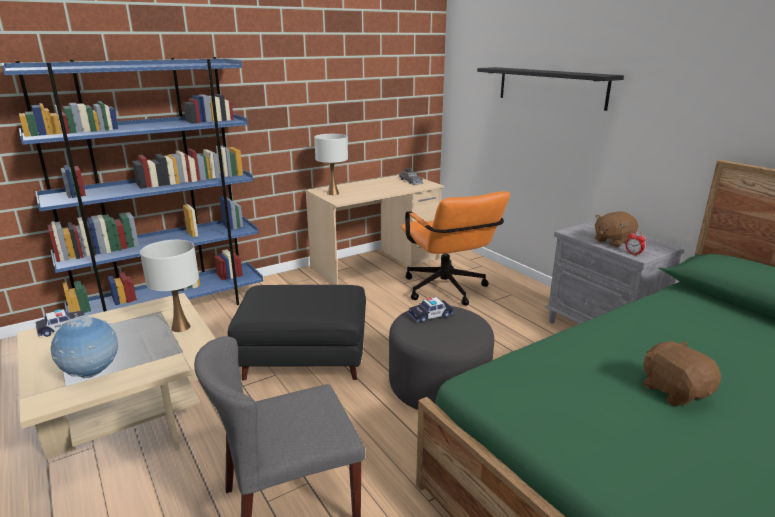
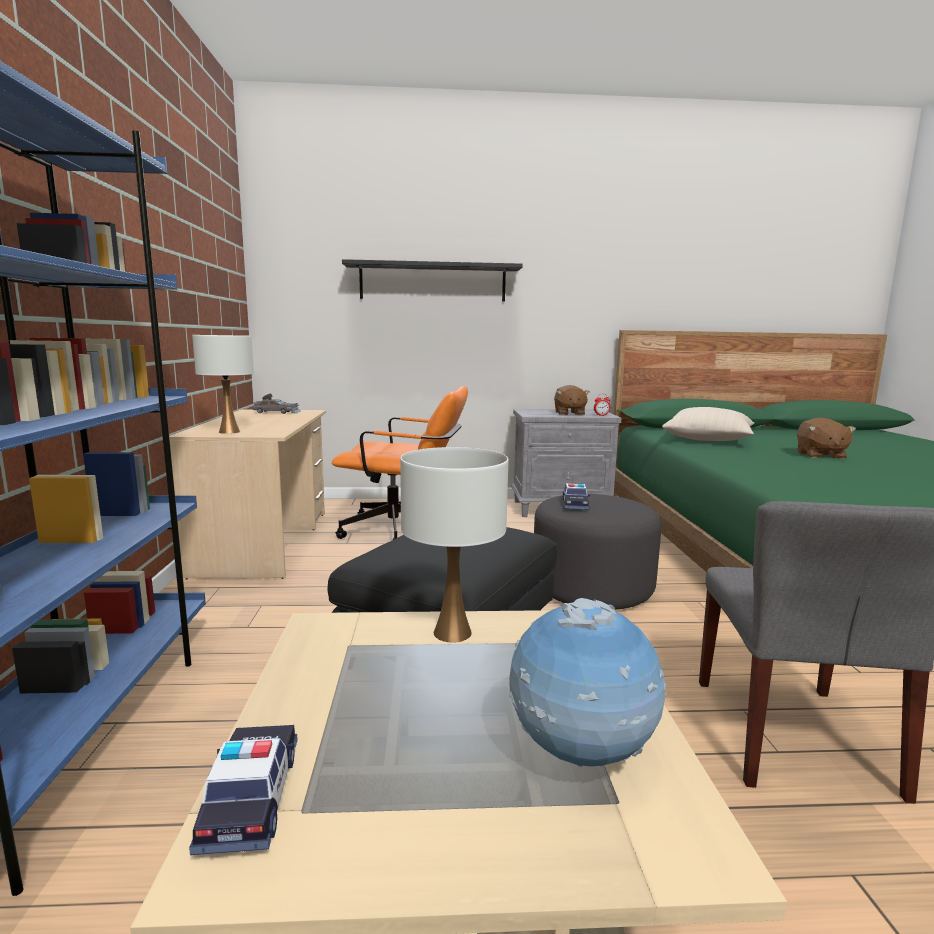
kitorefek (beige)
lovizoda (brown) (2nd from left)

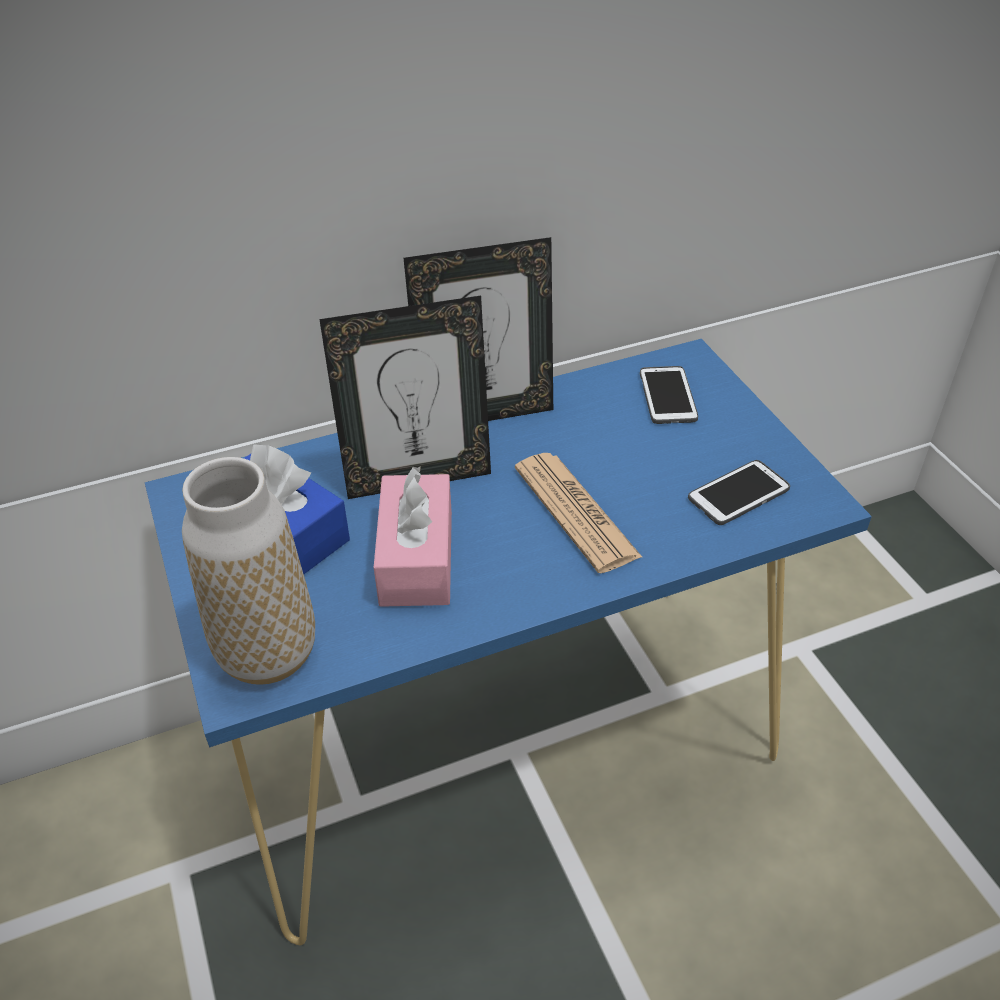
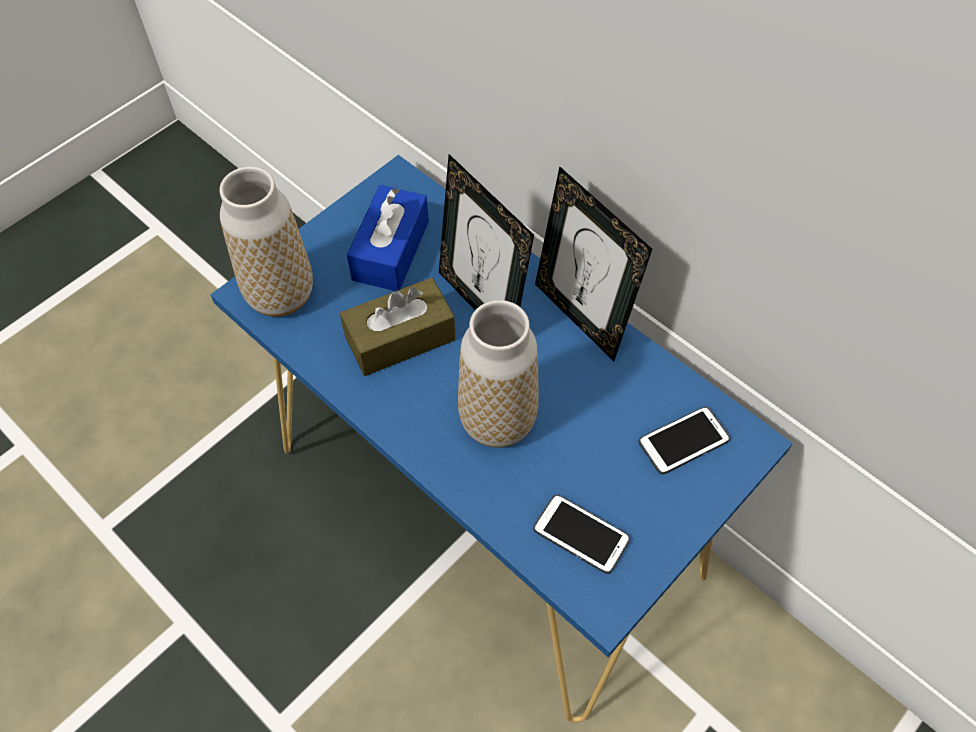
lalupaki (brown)
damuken (2nd from left)

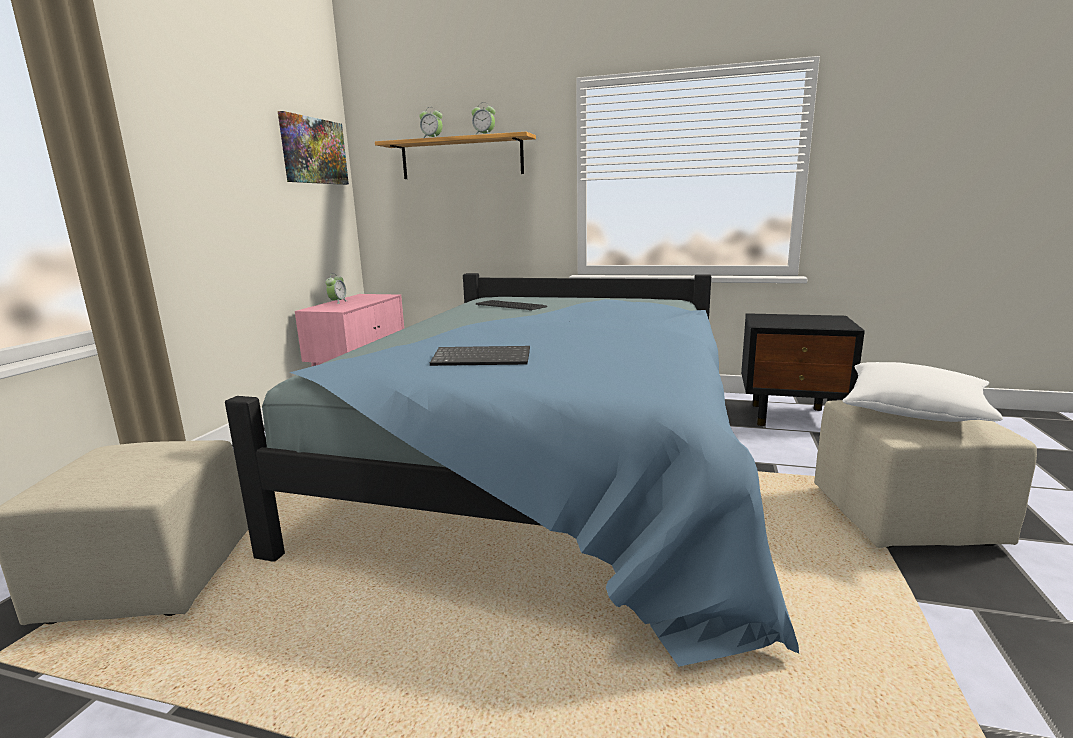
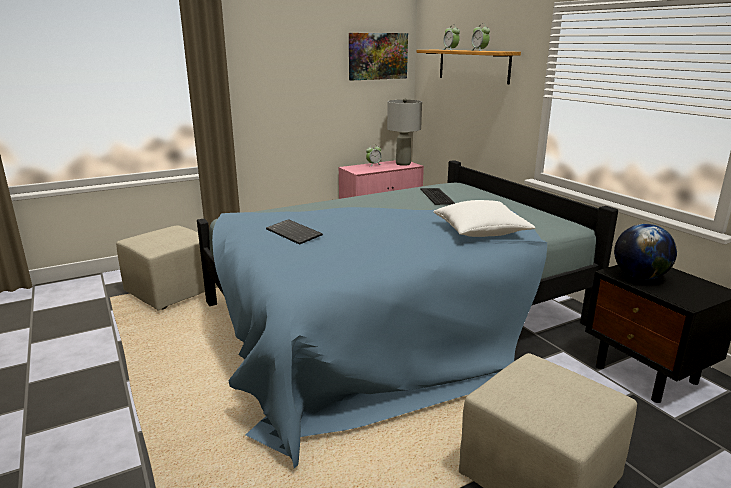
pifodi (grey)
kitorefek (white)
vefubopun

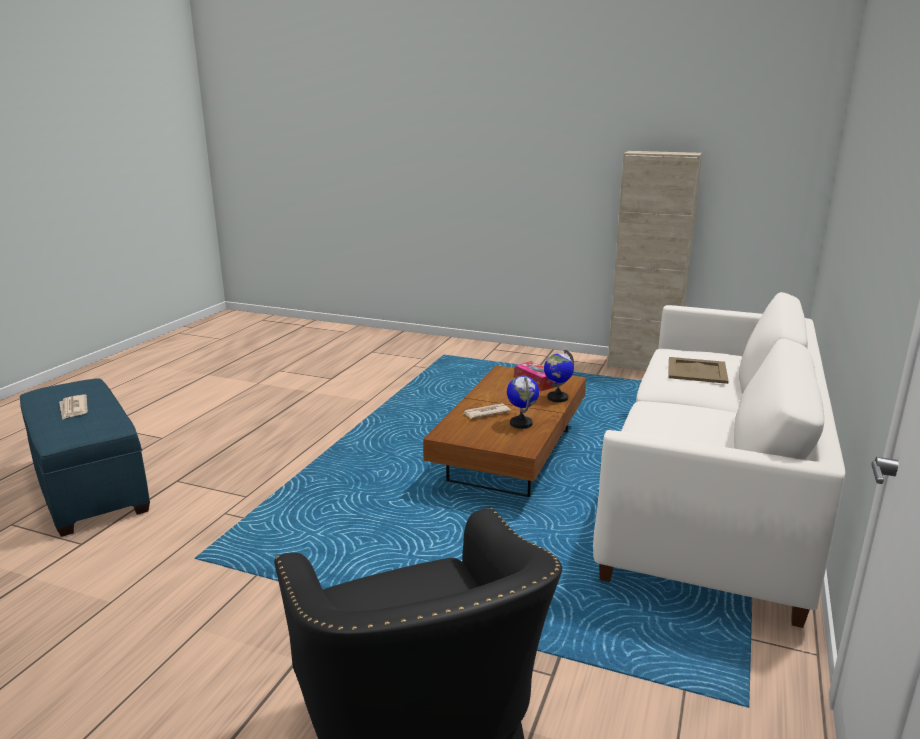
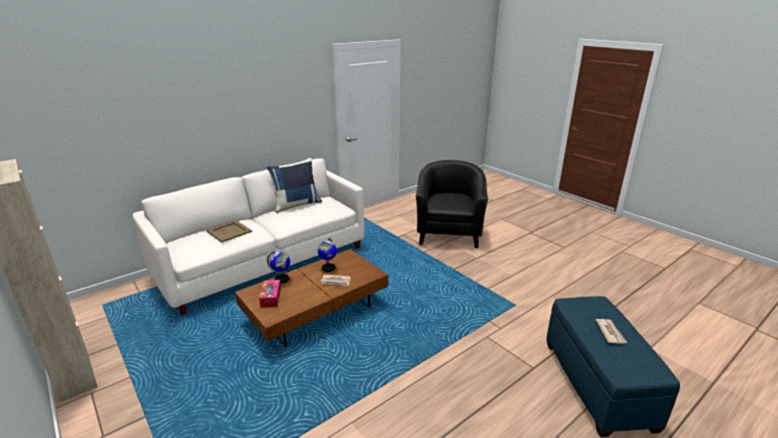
kitorefek (blue)

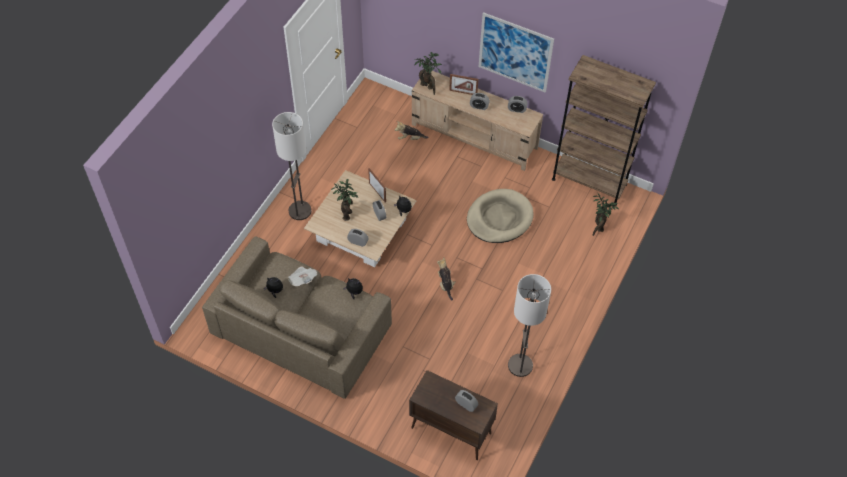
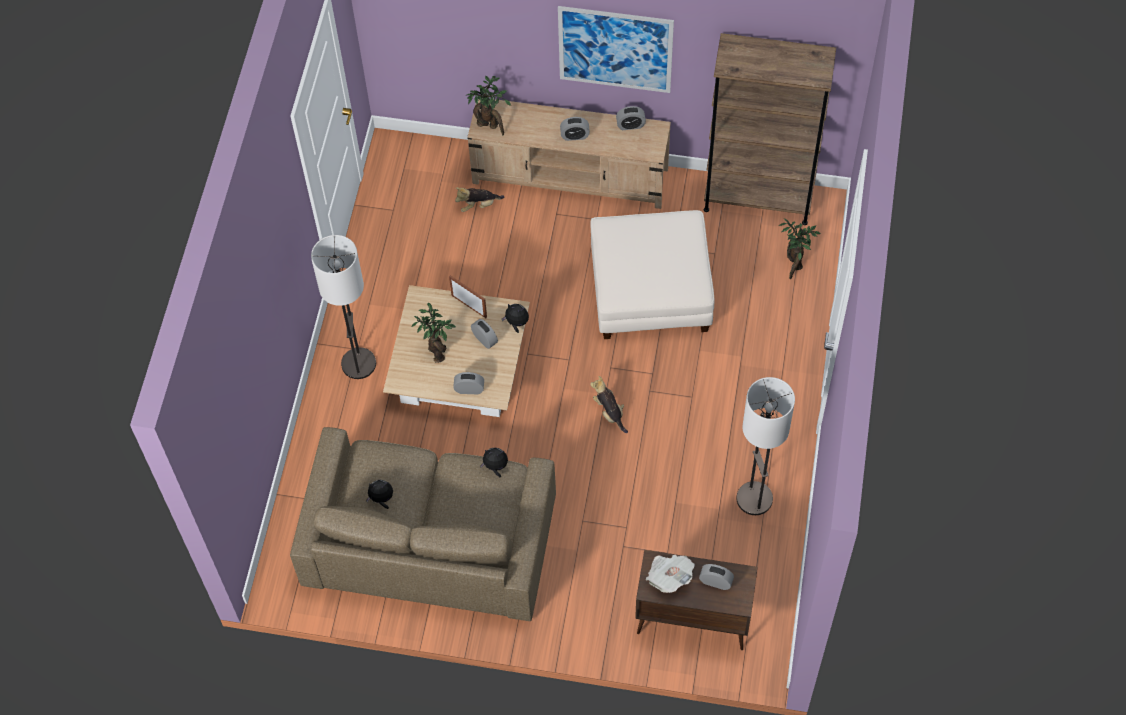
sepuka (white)
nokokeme
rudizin (2nd from left in the first image)

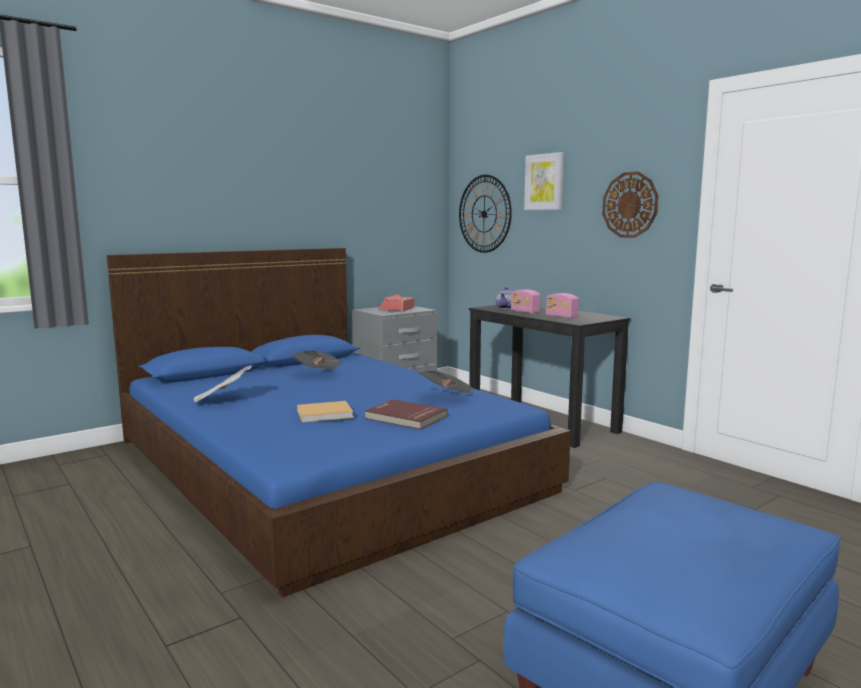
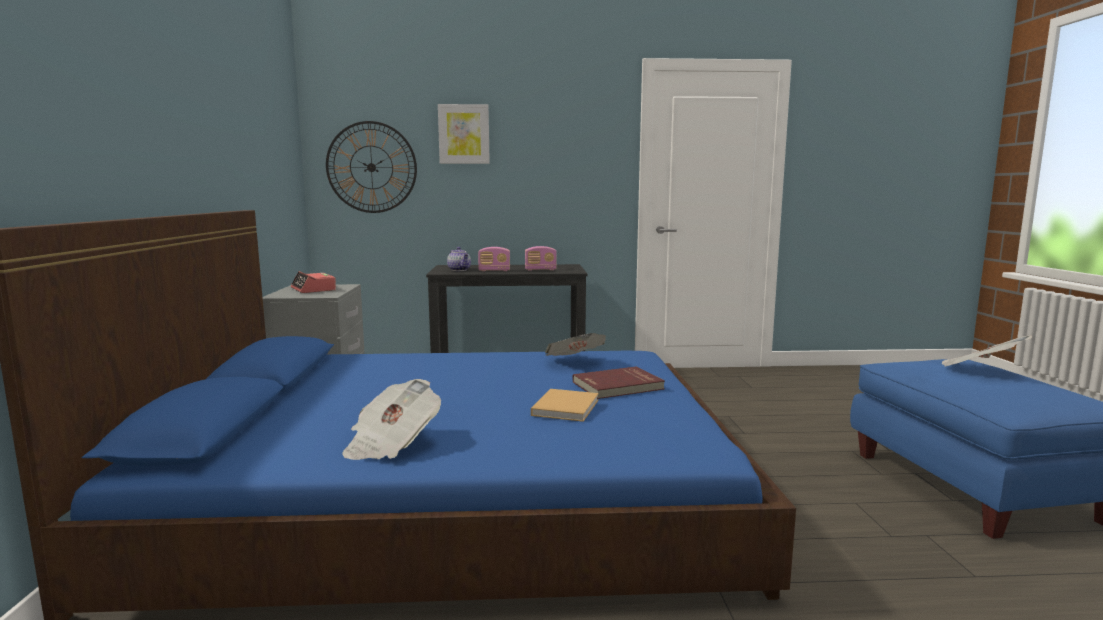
nokokeme (3rd from left)
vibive (2nd from left in the first image)

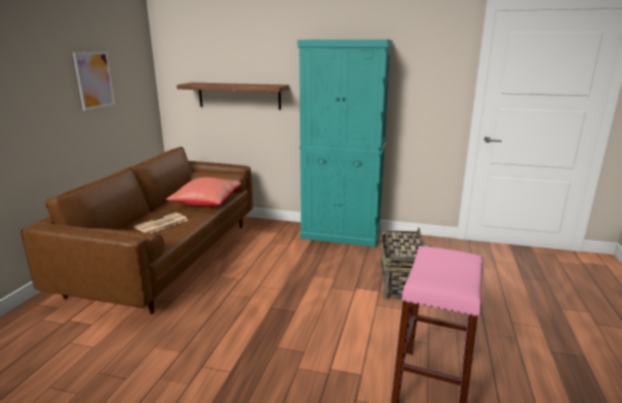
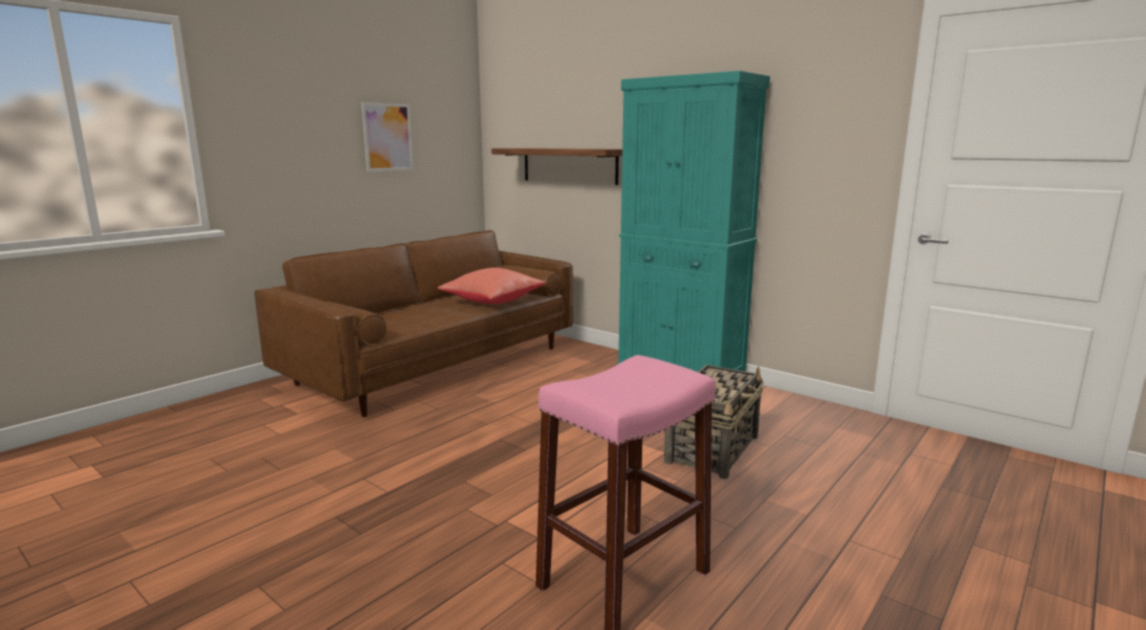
nokokeme

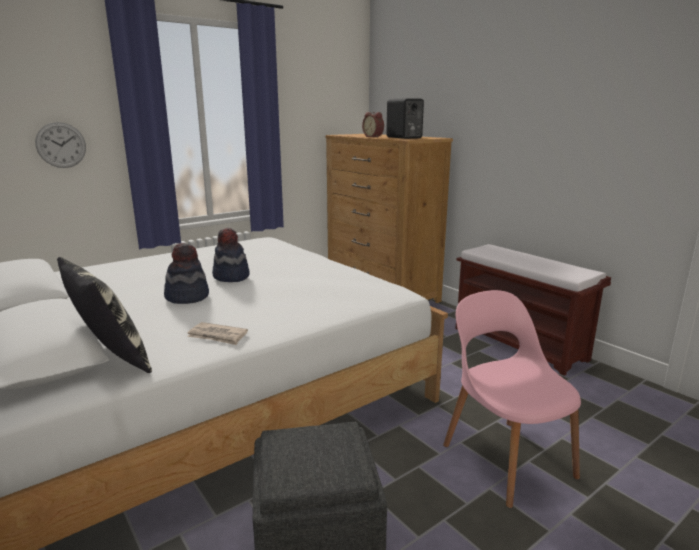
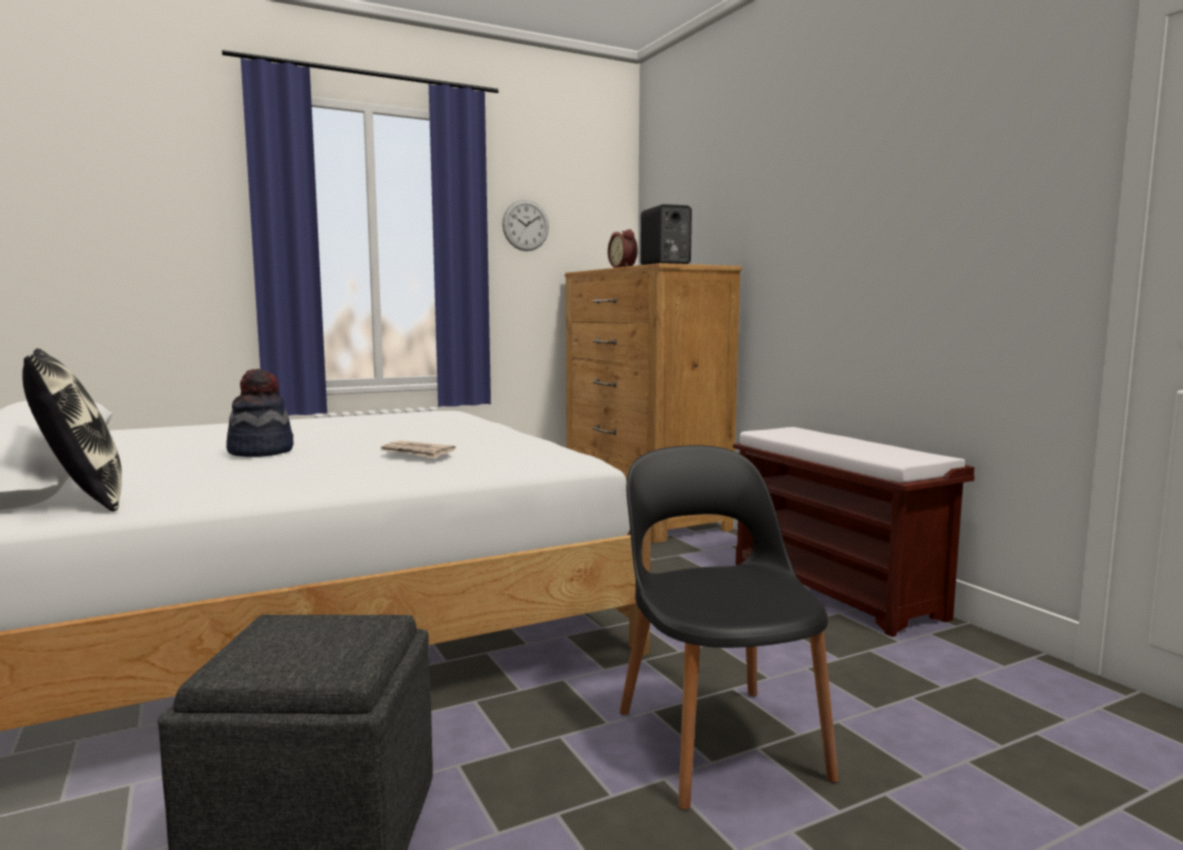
nokokeme
vibive
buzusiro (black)
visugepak (2nd from left in the first image)

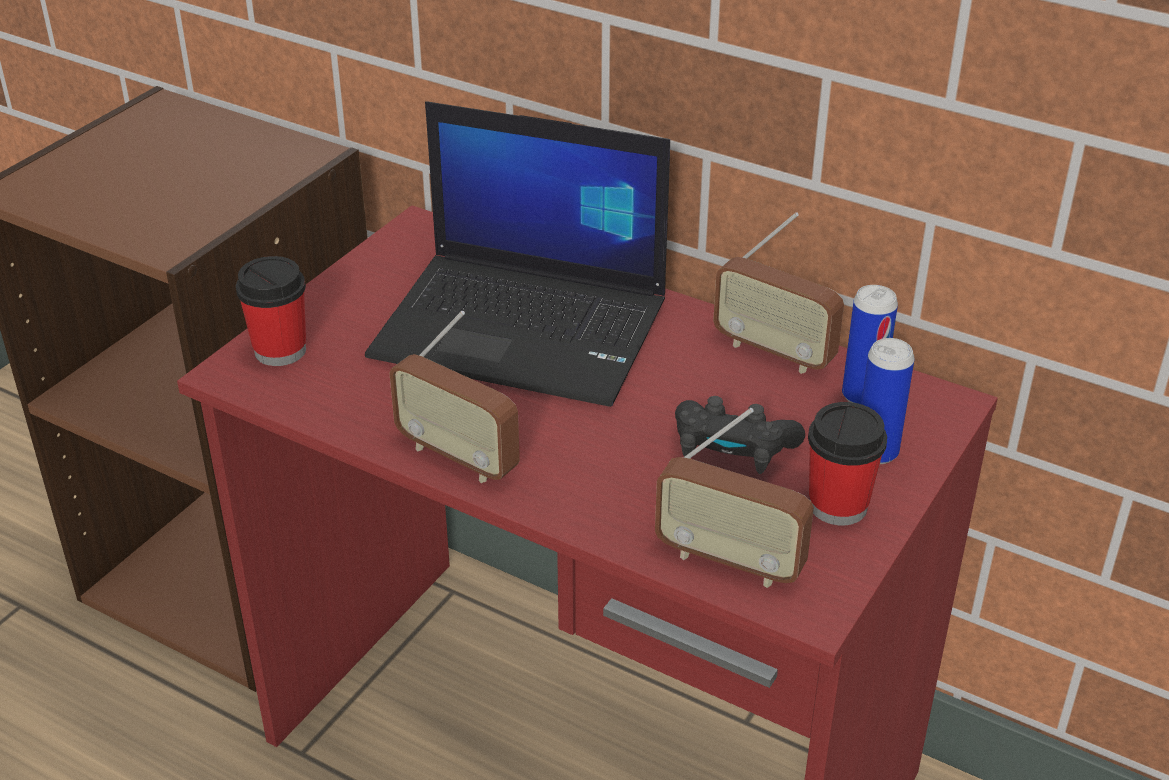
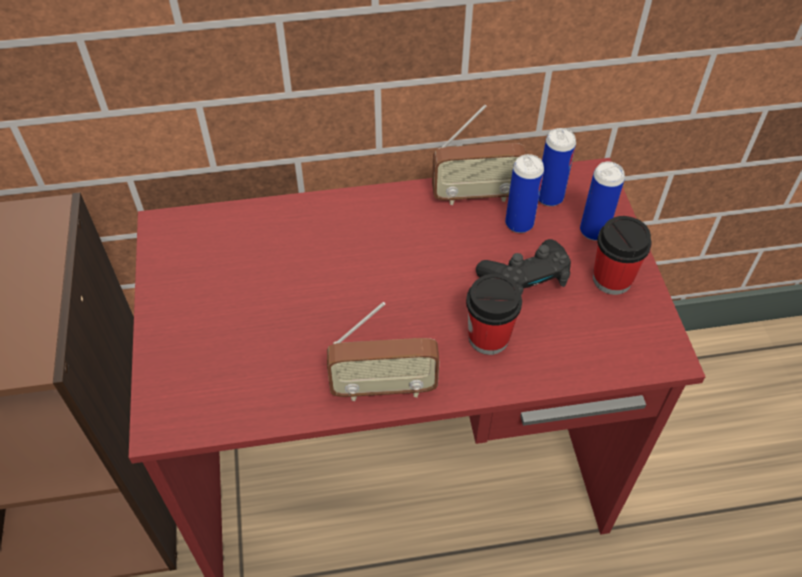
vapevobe (1st from left)
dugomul (1st from left)
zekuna
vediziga (2nd from left in the first image)

